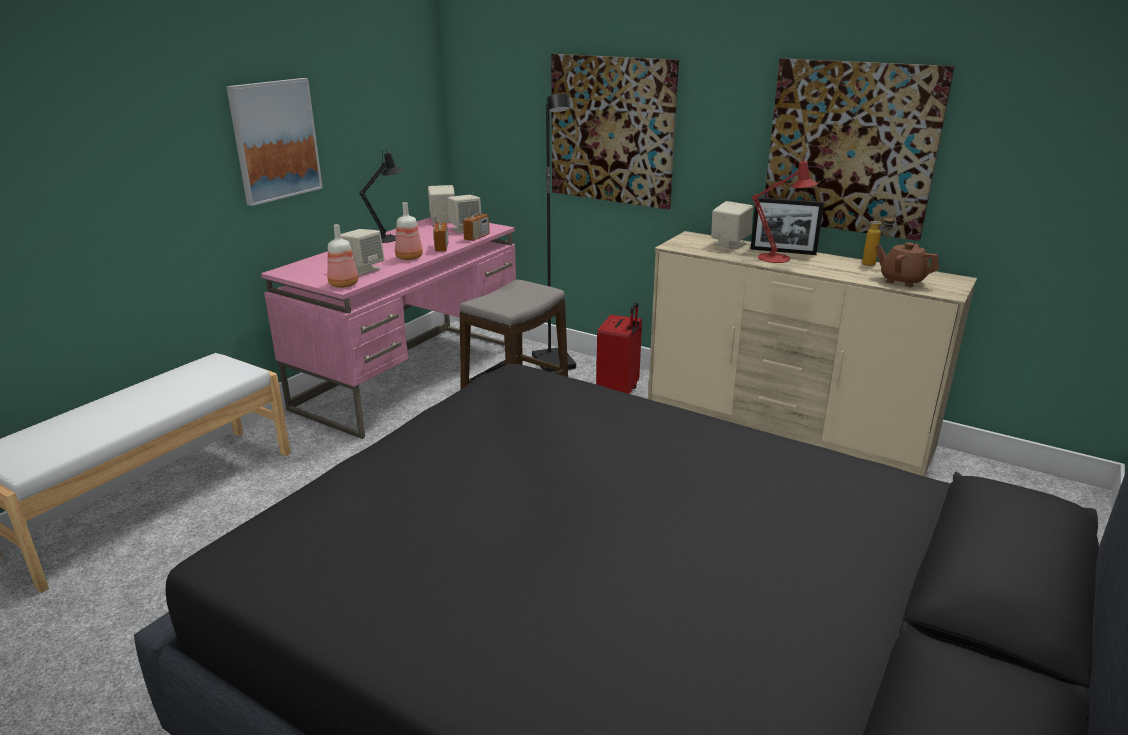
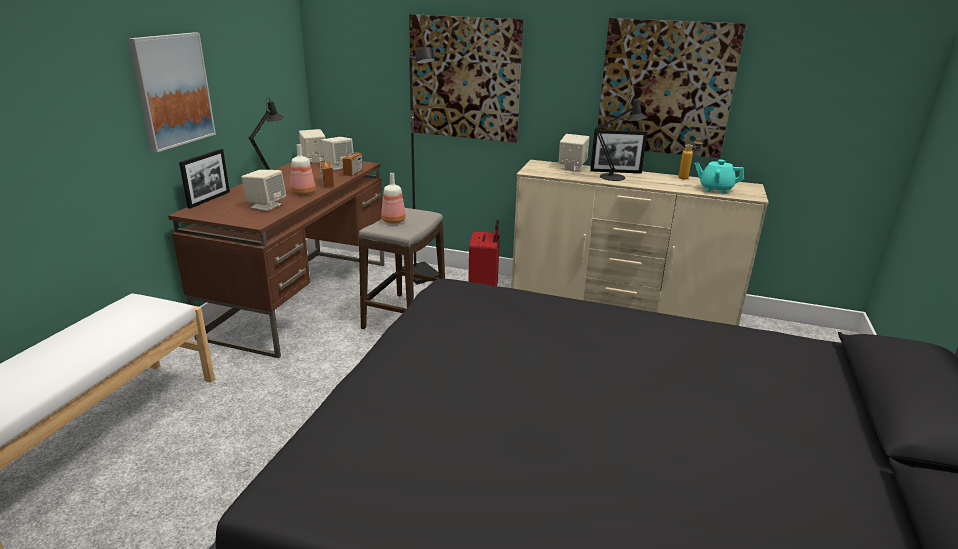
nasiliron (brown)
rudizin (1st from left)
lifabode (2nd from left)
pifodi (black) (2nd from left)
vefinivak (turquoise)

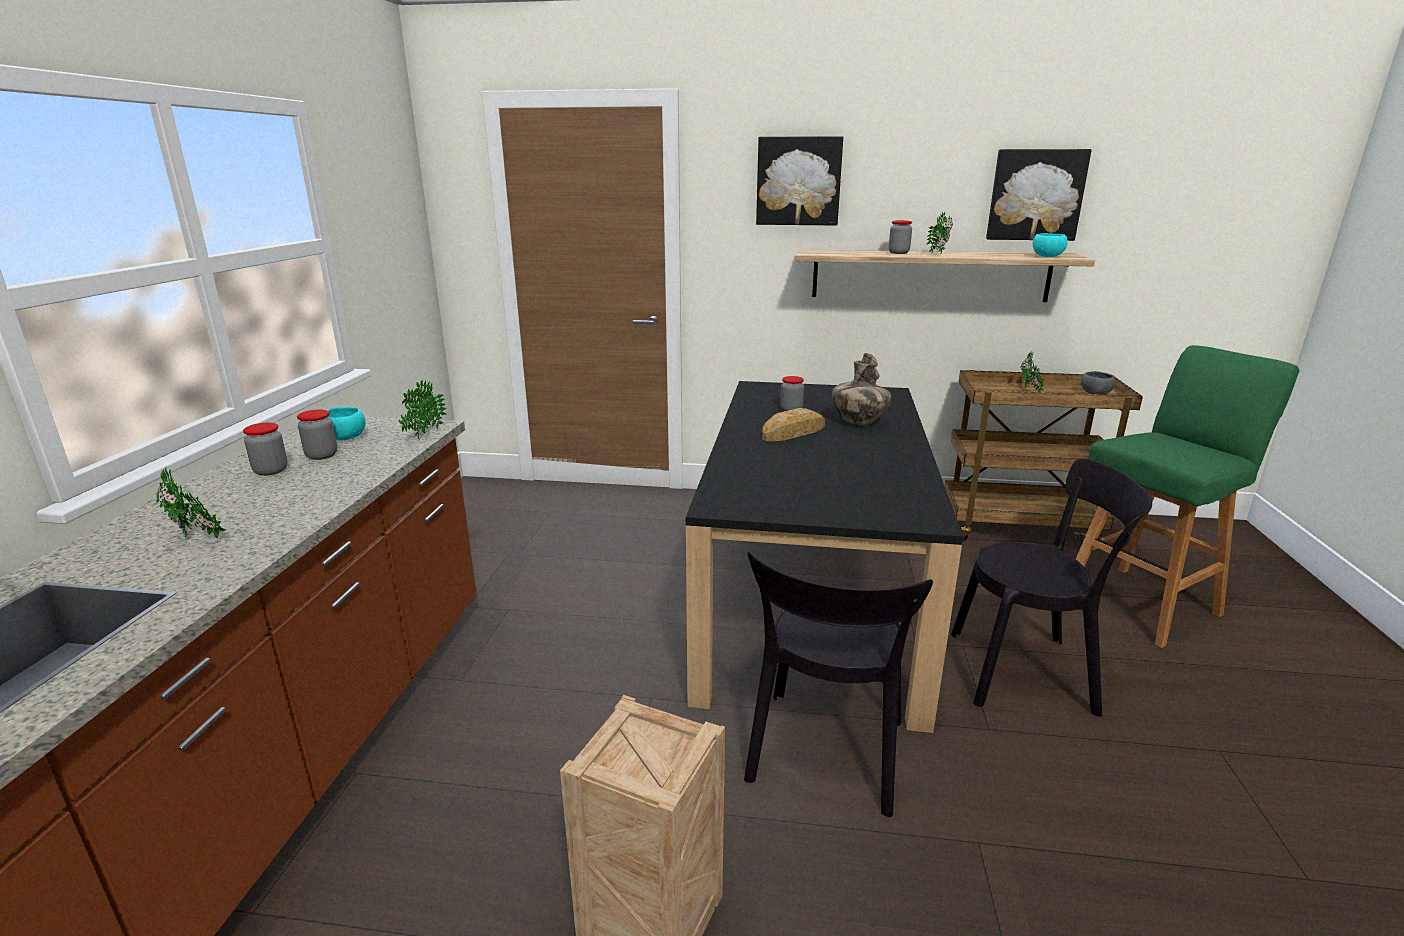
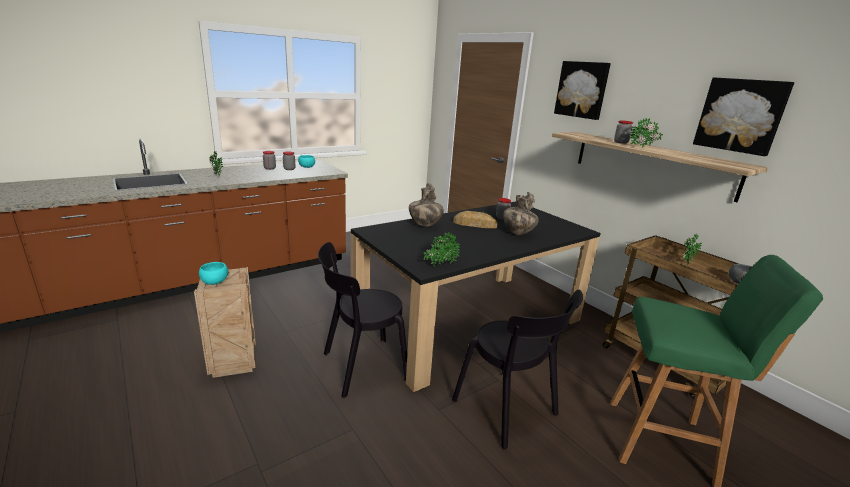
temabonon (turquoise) (1st from left)
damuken (1st from left)
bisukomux (2nd from left)

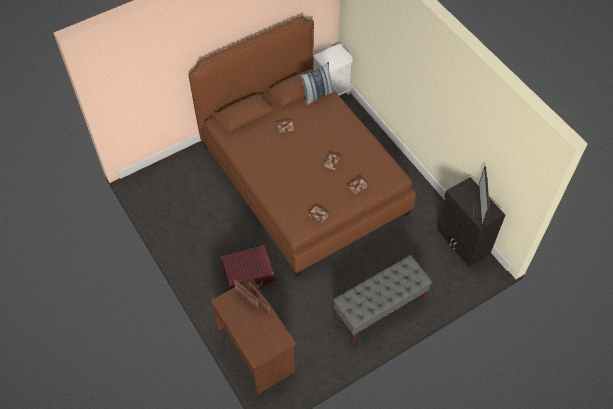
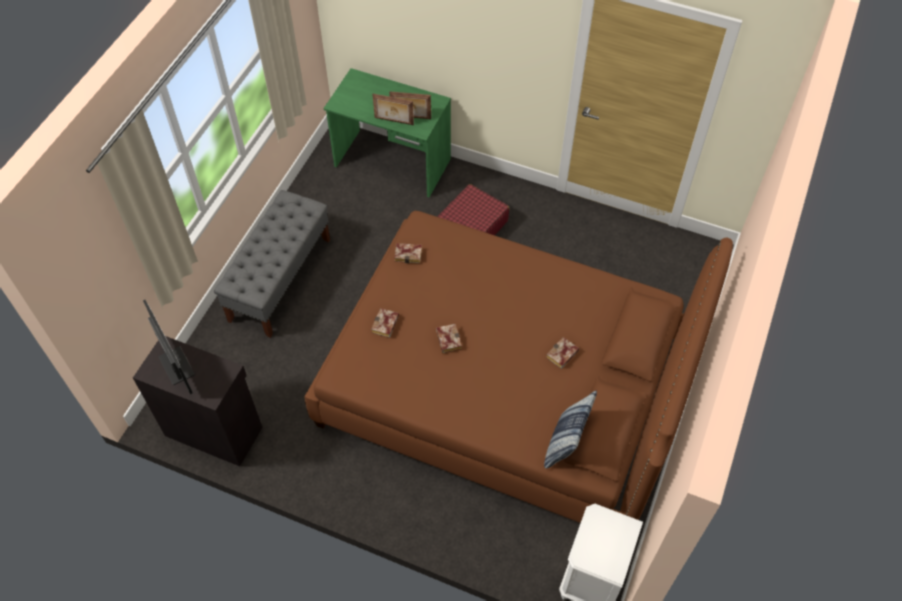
nasiliron (green)

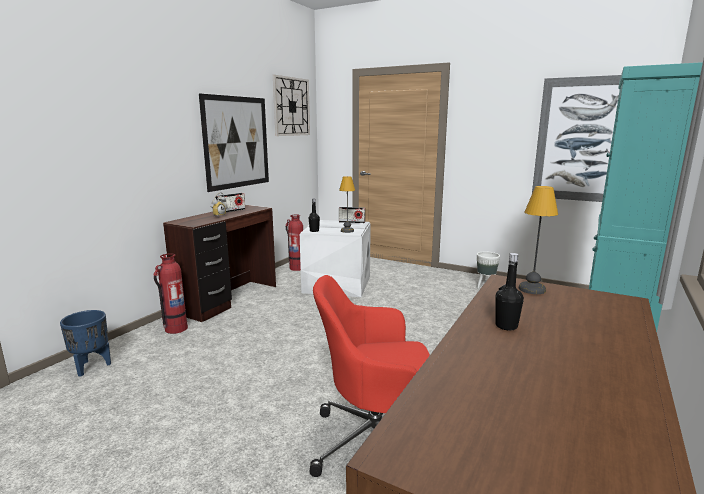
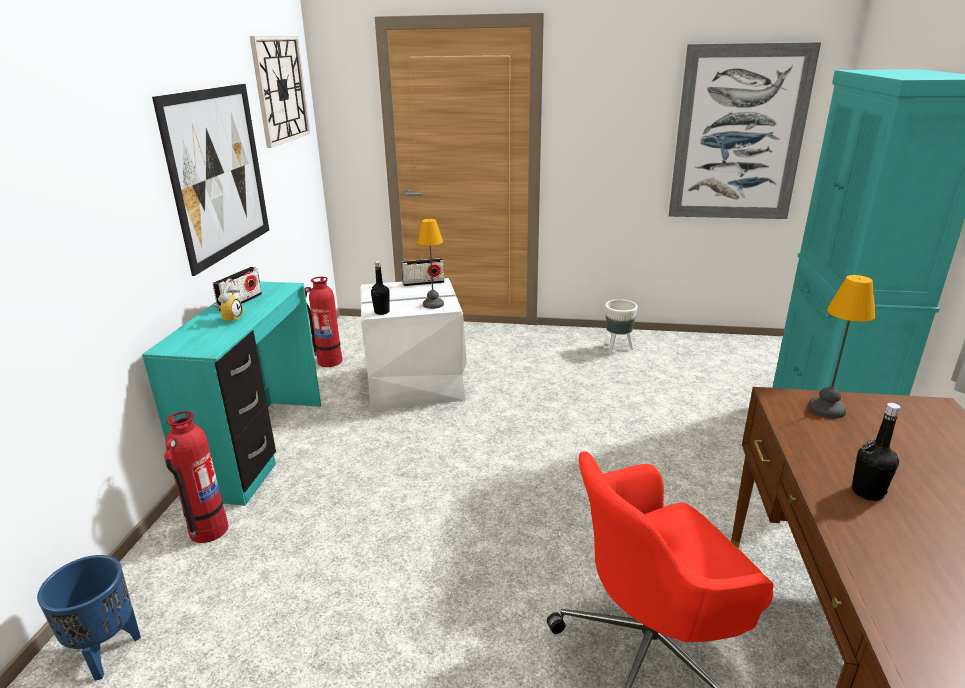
nasiliron (turquoise)

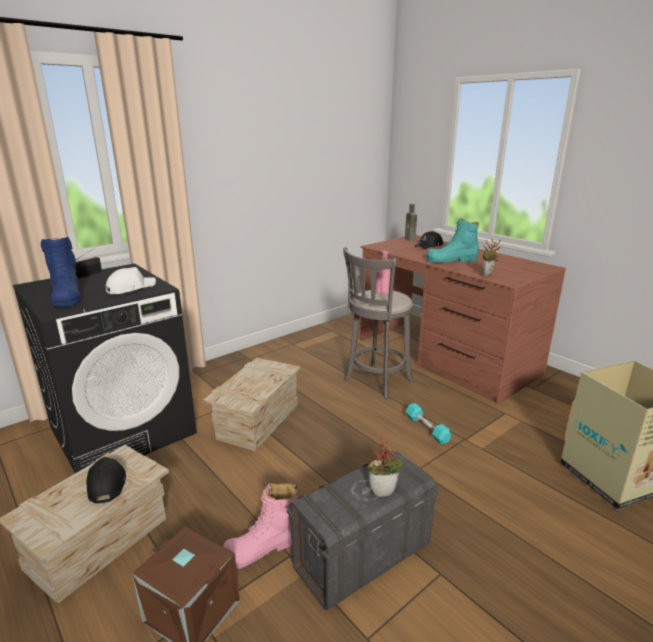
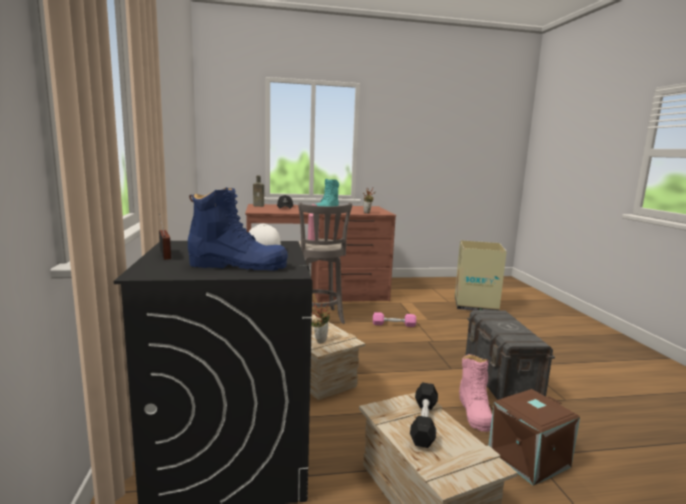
bisukomux (1st from left)
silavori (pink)
silavori (black)

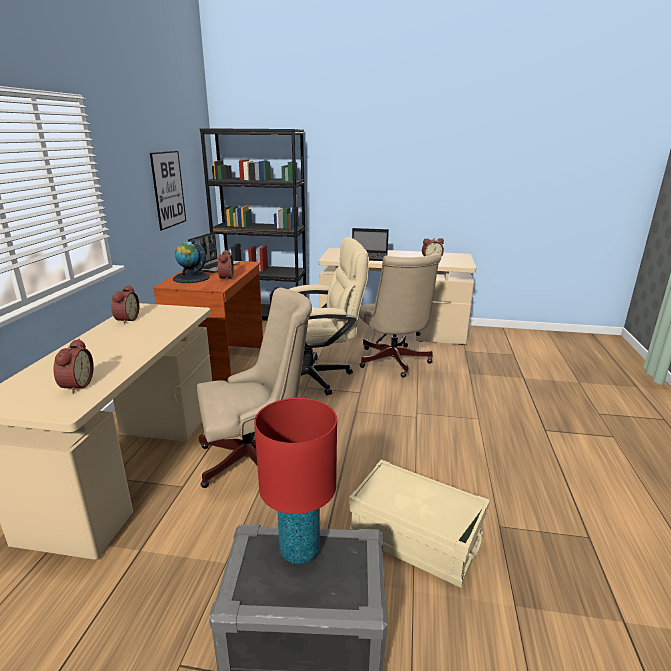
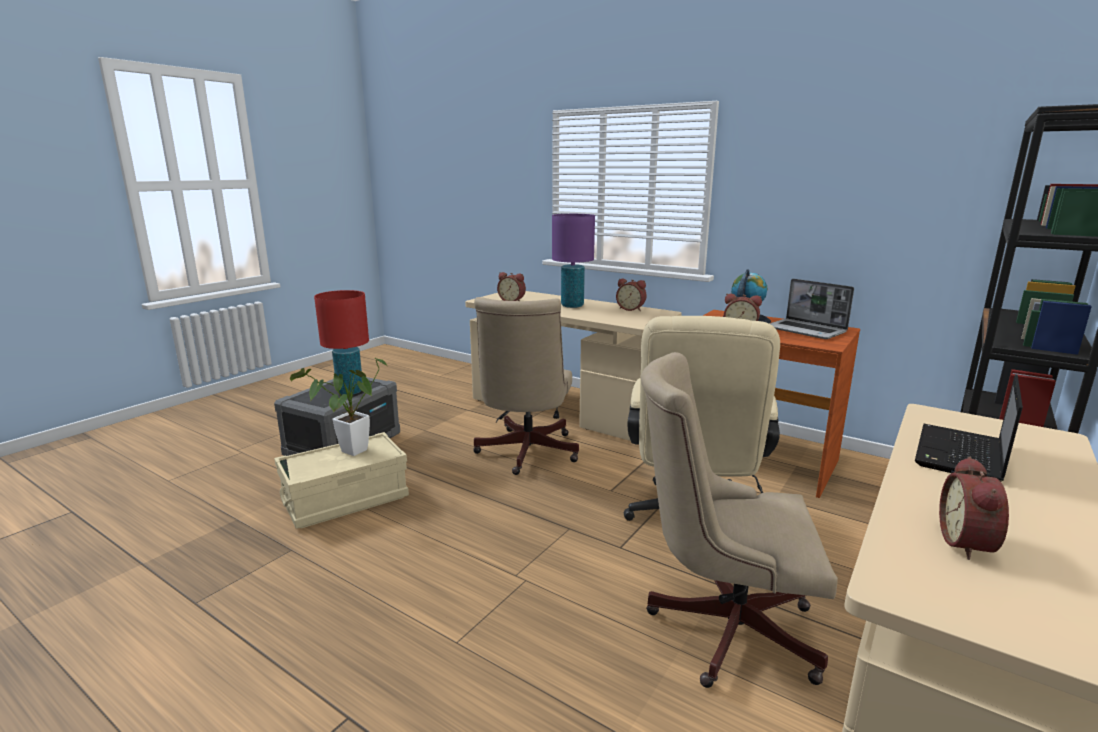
bisukomux
pifodi (purple)
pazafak

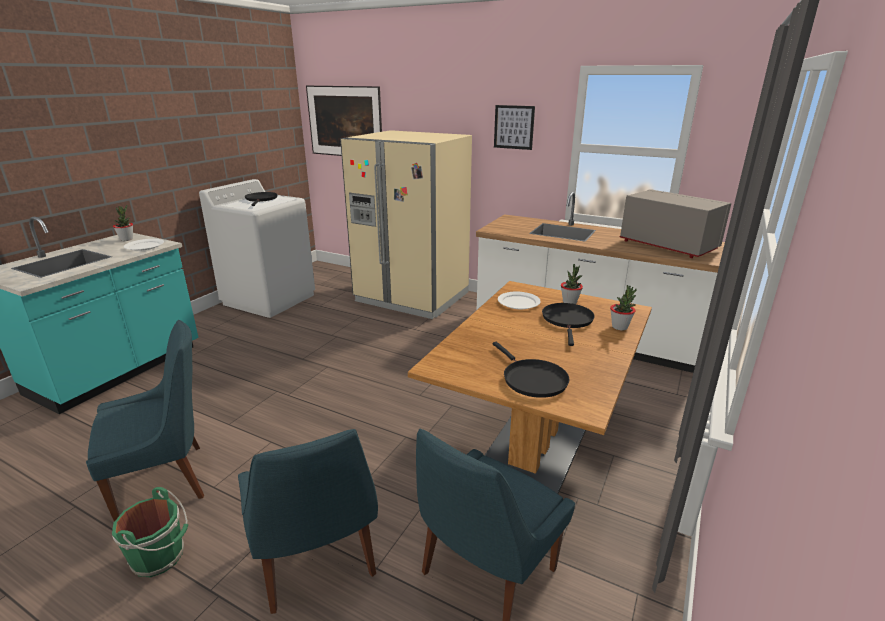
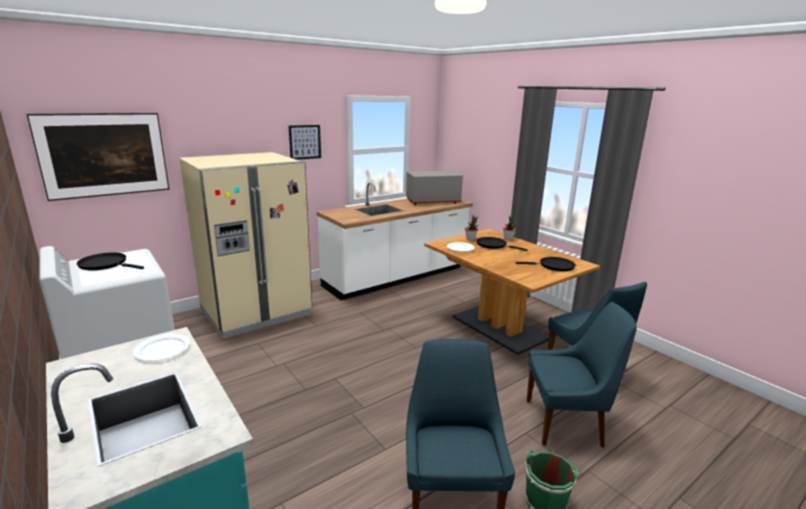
bisukomux (1st from left in the first image)

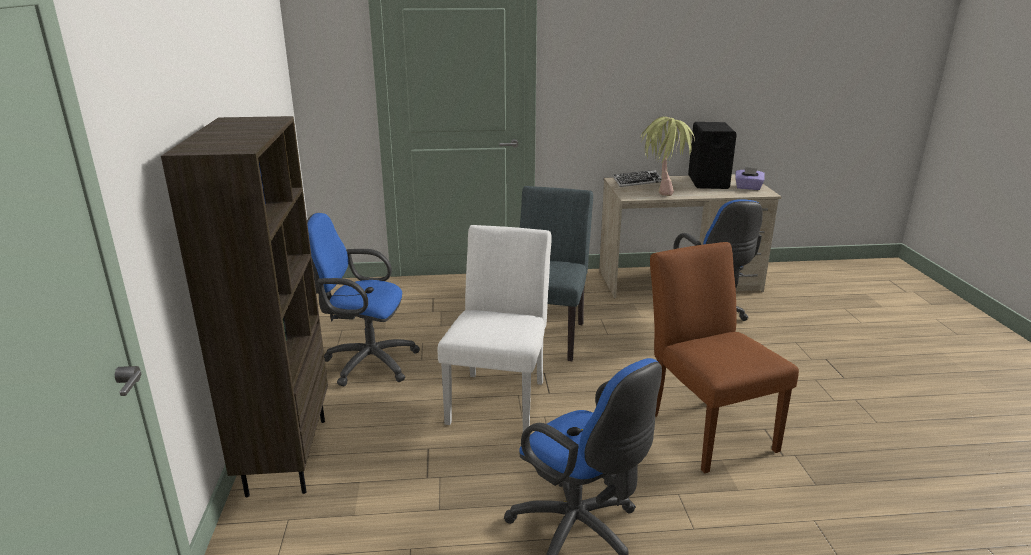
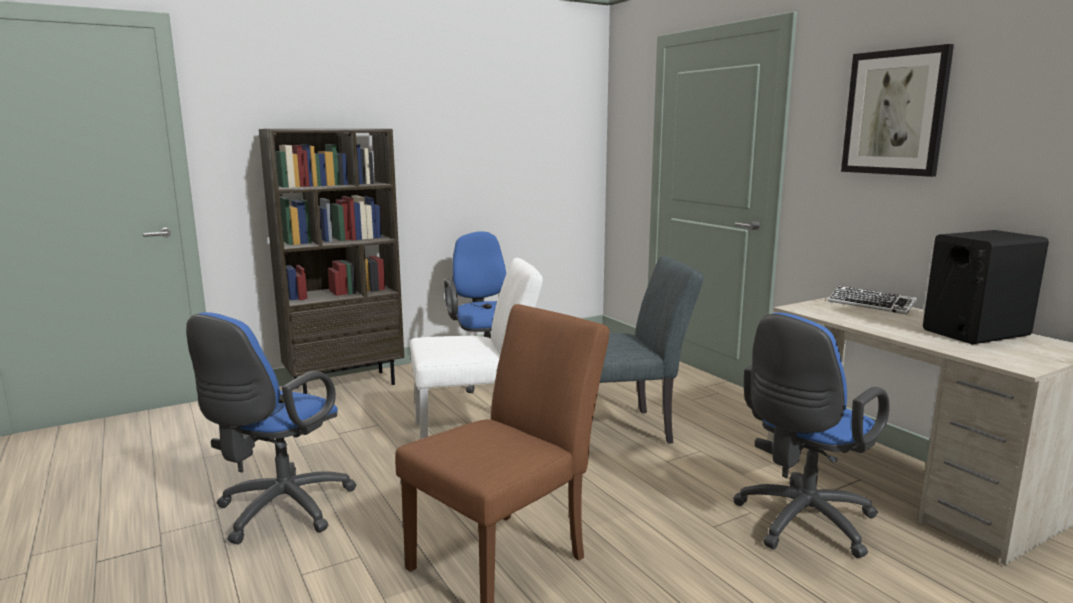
pazafak
bisukomux
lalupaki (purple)

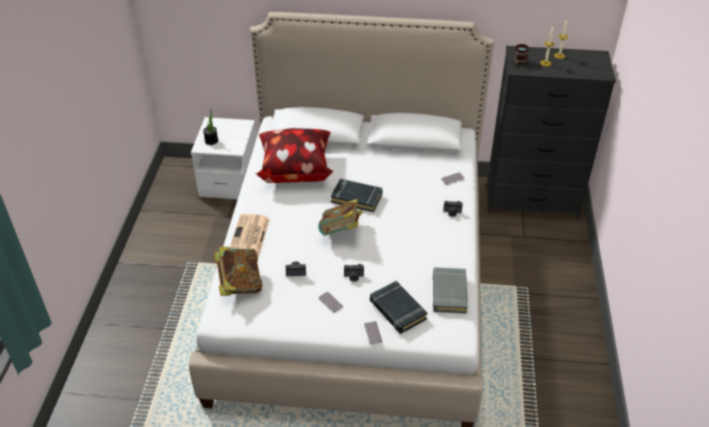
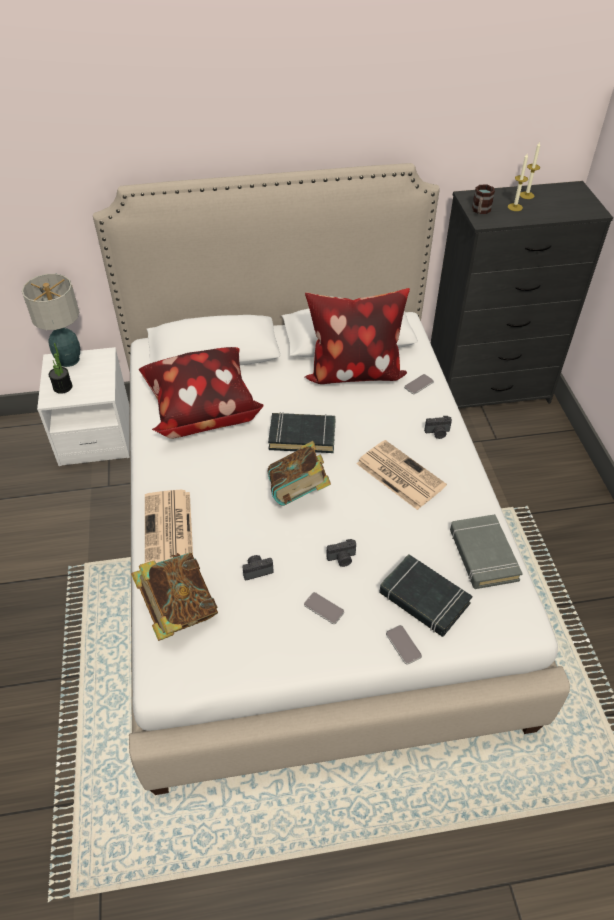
pifodi
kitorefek (2nd from left)
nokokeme (2nd from left)

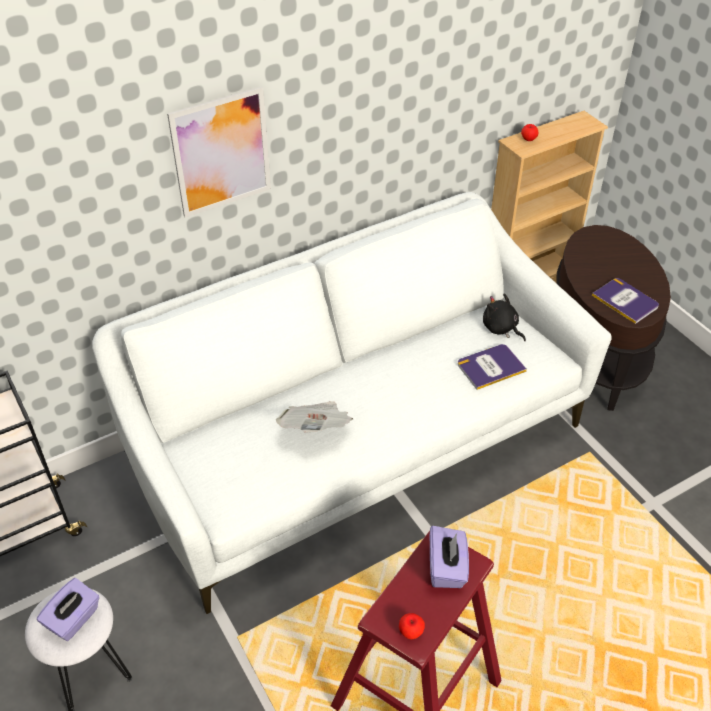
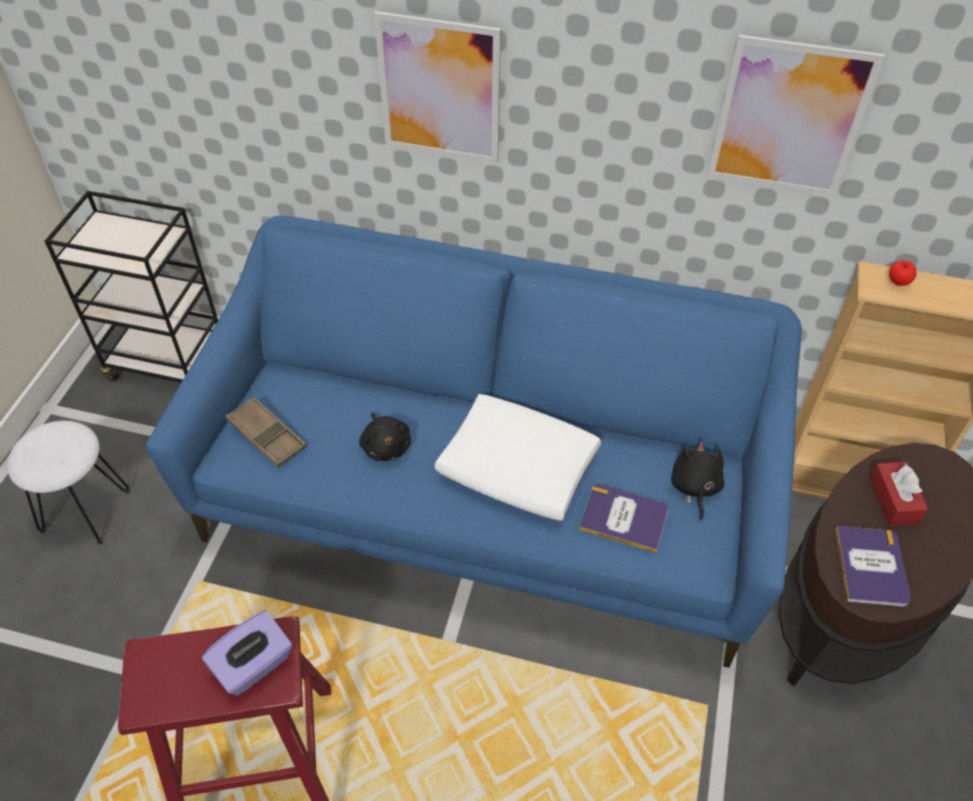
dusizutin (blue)
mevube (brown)
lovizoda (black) (1st from left)
kitorefek (white)
pazafak (2nd from left)
lalupaki (red)
lalupaki (purple) (1st from left in the first image)
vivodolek (1st from left in the first image)

